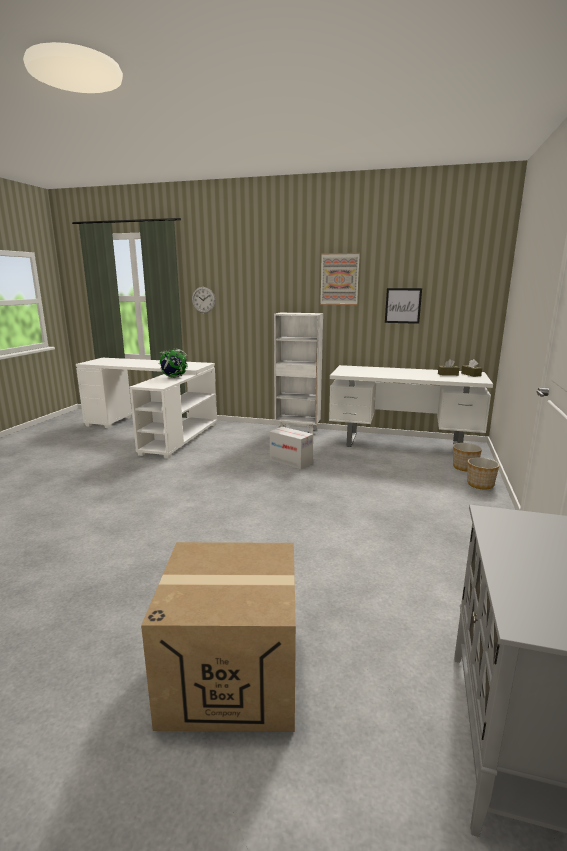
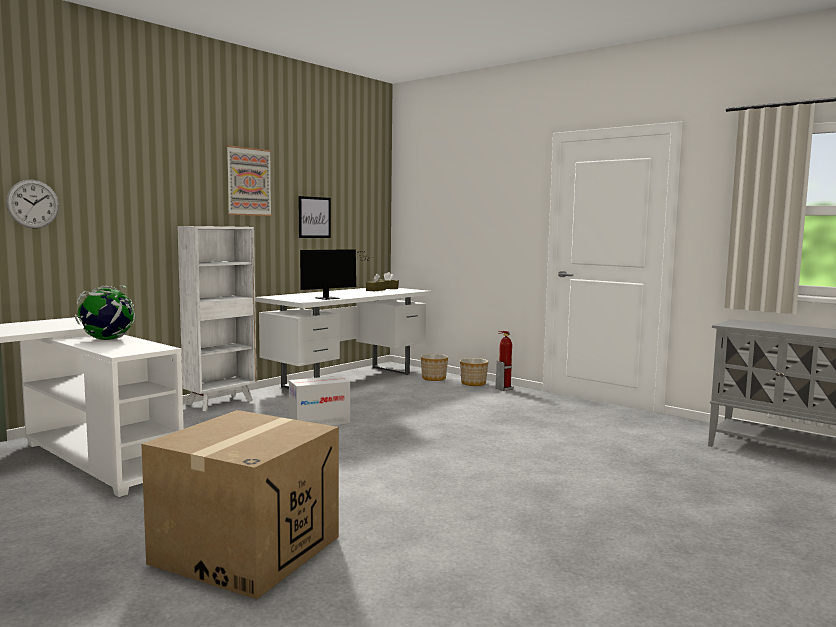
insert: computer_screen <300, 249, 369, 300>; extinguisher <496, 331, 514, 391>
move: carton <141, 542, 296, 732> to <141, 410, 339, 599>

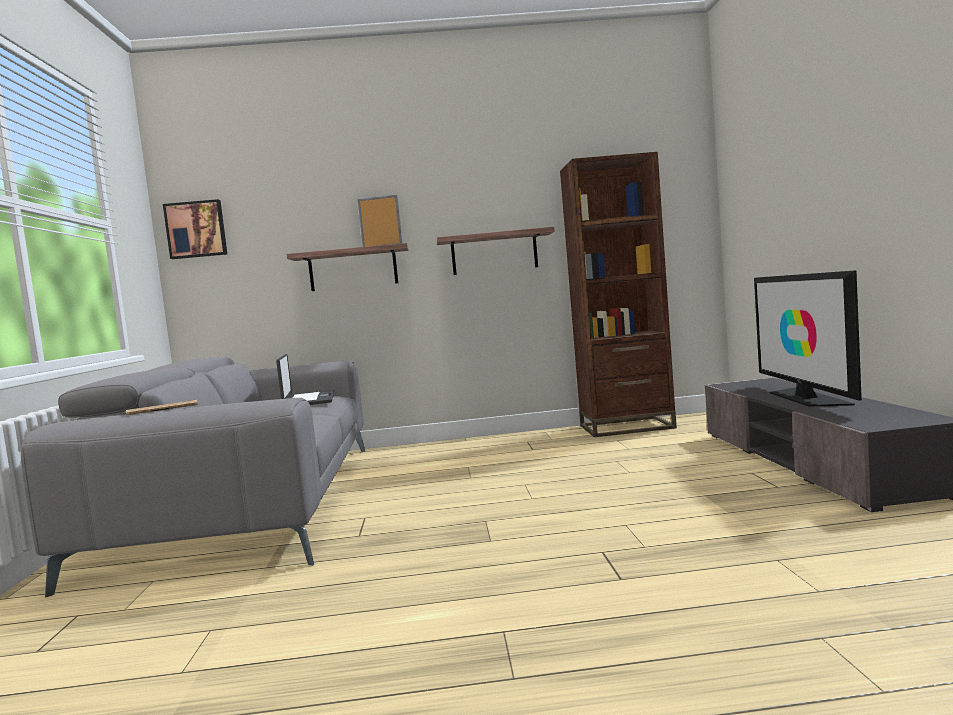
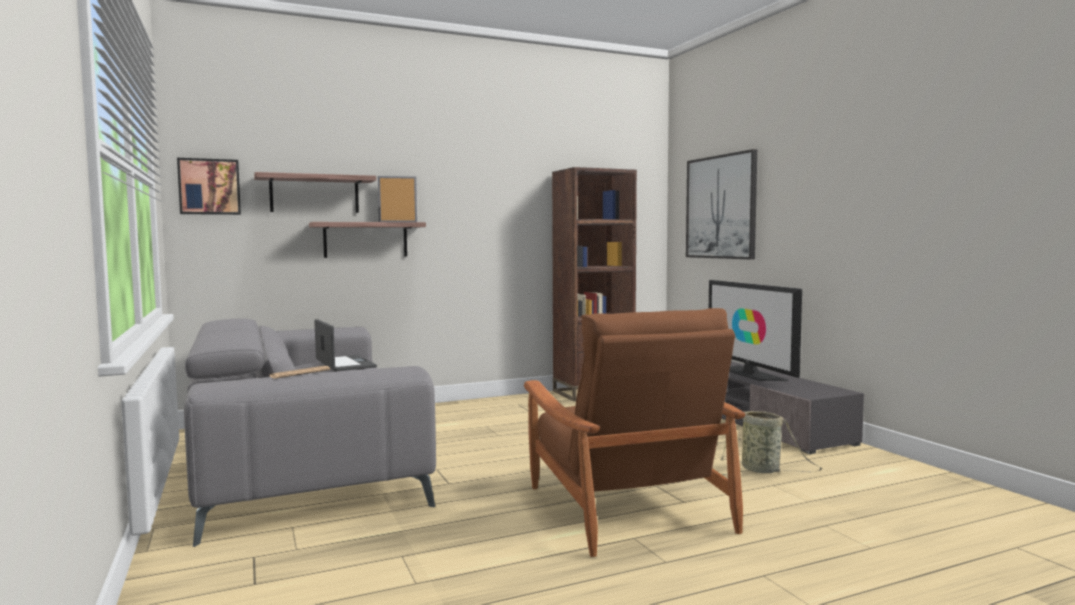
insert: picture <686, 149, 757, 260>; brown-coloured_lounge_chair <524, 308, 745, 557>; basket <720, 411, 822, 473>
move: wall_shelf <437, 227, 555, 275> to <254, 172, 376, 213>

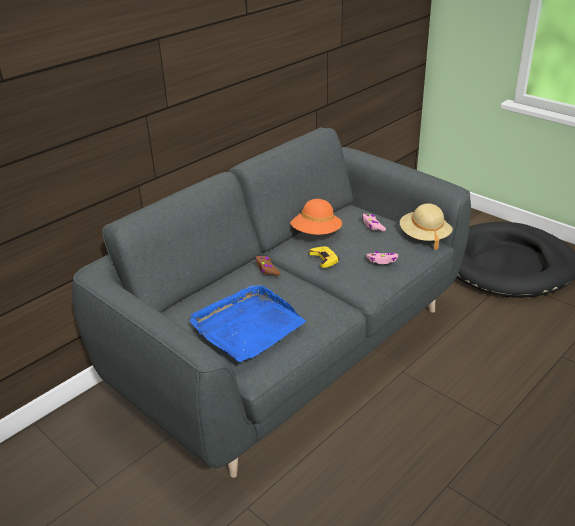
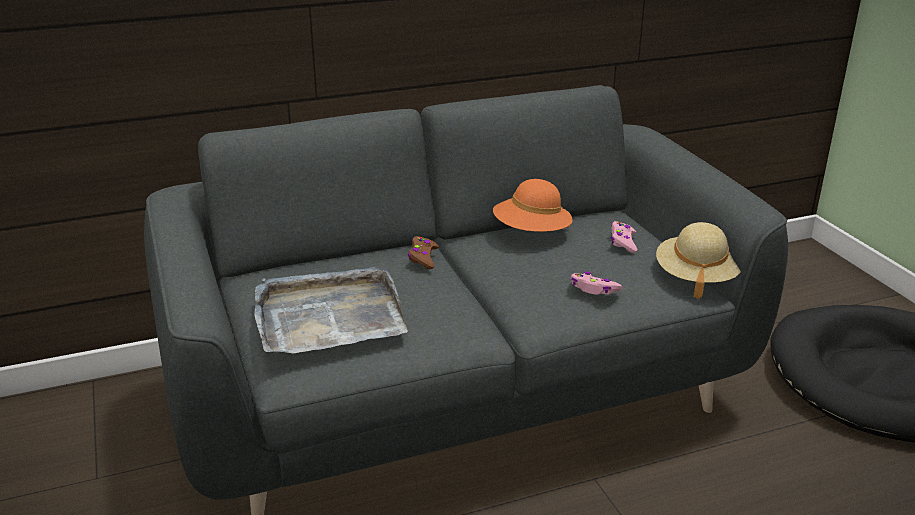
delete: yellowish_game_controller <309, 246, 339, 268>
recolor: blue_serving_tray <190, 285, 306, 362> to grey_serving_tray <254, 267, 408, 354>

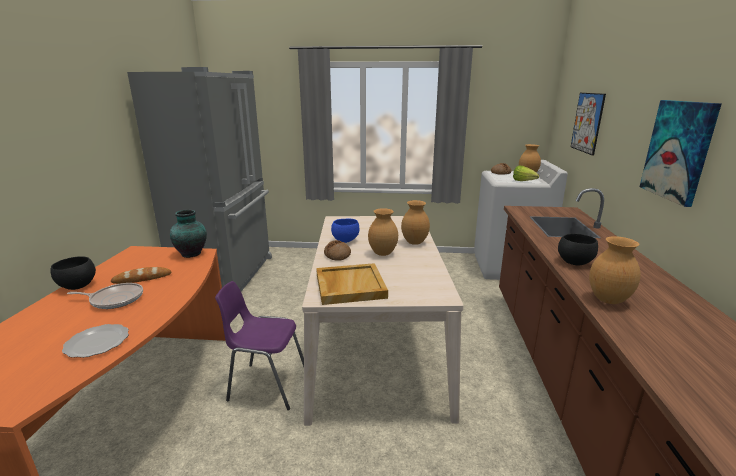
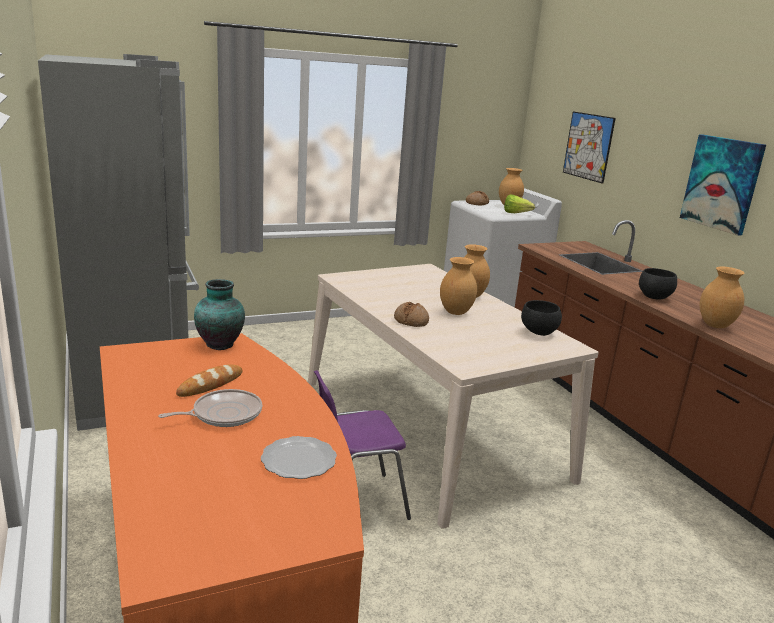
delete: blue_bowl <331, 219, 359, 243>; sand-coloured_serving_tray <316, 263, 388, 305>
move: black_bowl <50, 256, 96, 290> to <521, 300, 562, 336>

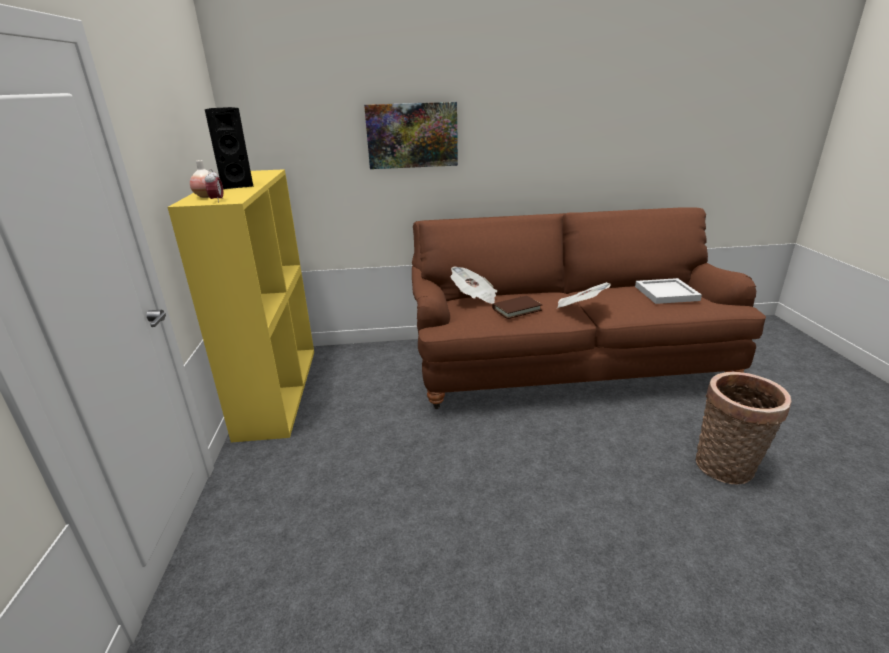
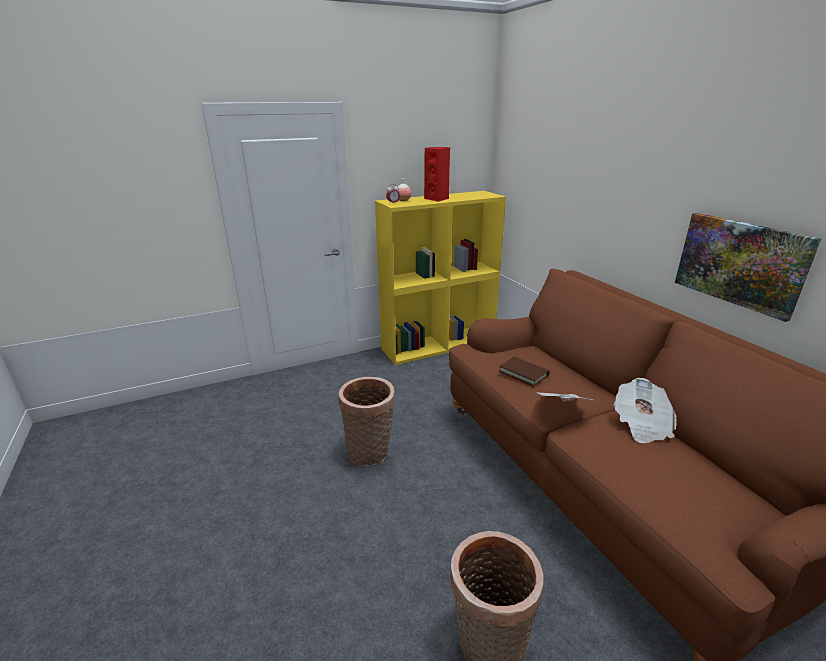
delete: white-coloured_serving_tray <635, 278, 702, 304>
insert: basket <338, 377, 395, 466>
move: picture <364, 102, 458, 169> to <675, 213, 822, 322>; daily_paper <451, 266, 497, 304> to <613, 378, 677, 443>
recolor: black_speaker <205, 107, 254, 189> to red-coloured_speaker <424, 147, 450, 202>

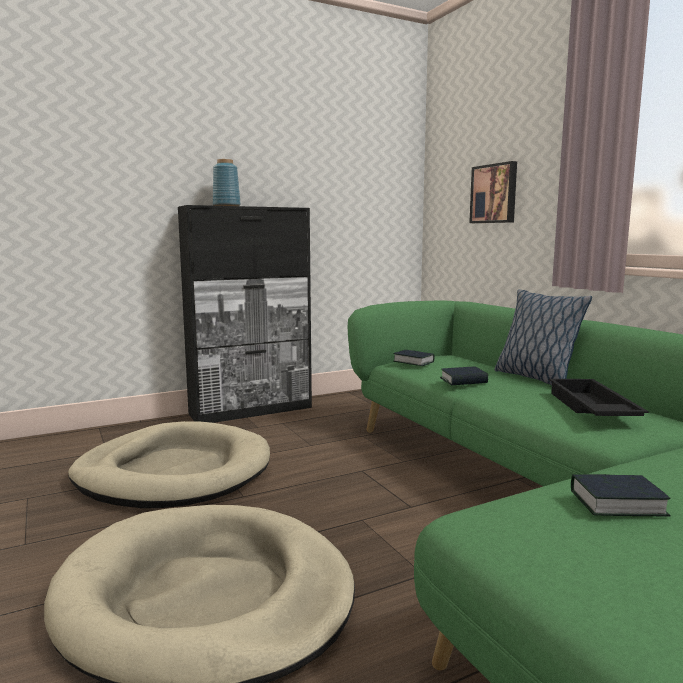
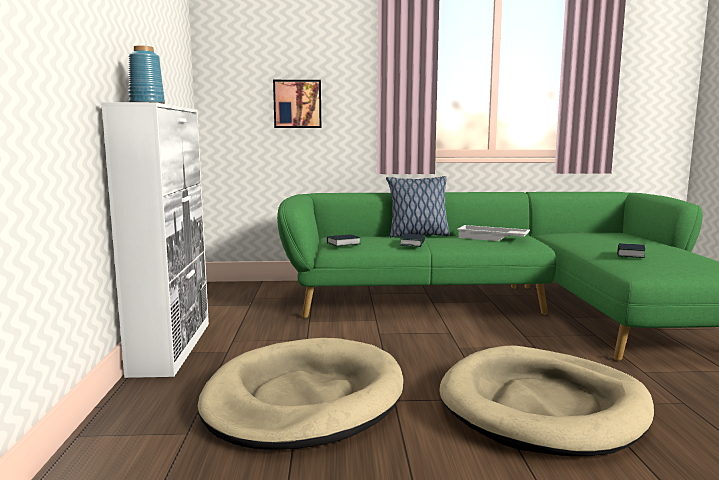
recolor: black_storage_cabinet <178, 205, 312, 423> to white-coloured_storage_cabinet <101, 102, 209, 378>; black_serving_tray <549, 379, 649, 416> to white-coloured_serving_tray <457, 225, 530, 241>

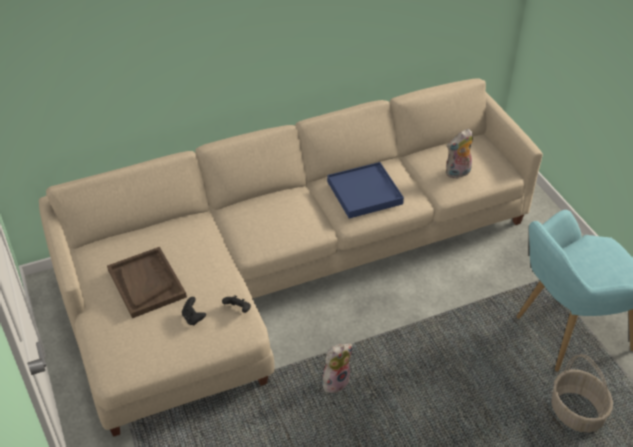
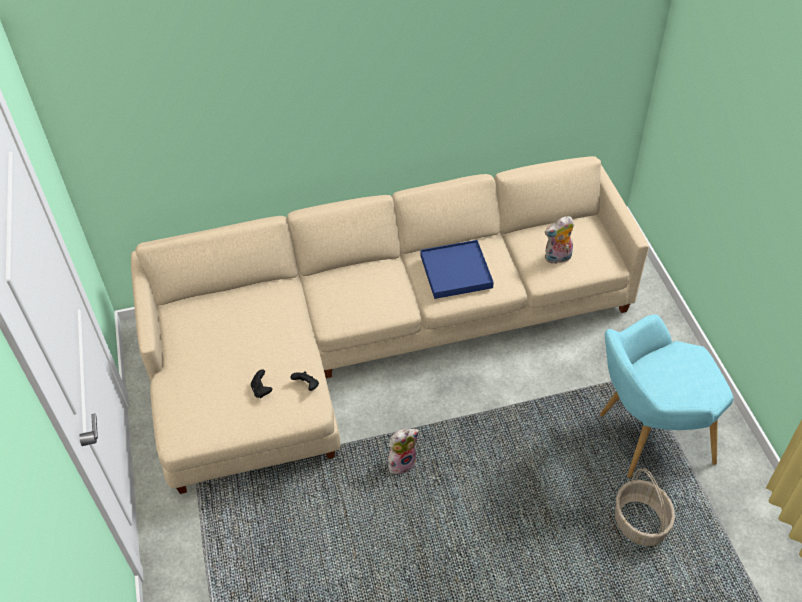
delete: brown-coloured_serving_tray <107, 247, 187, 318>

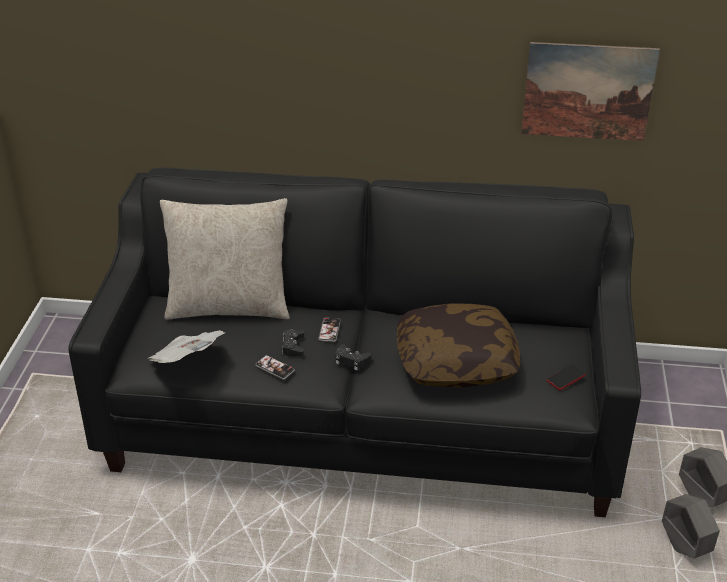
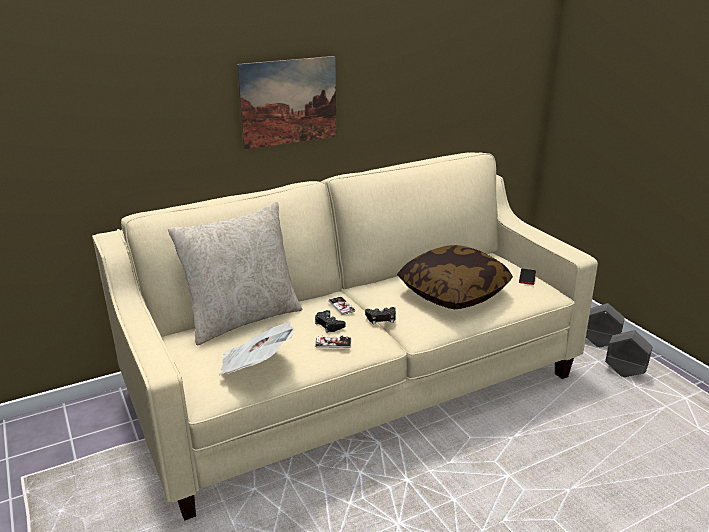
move: picture <521, 42, 660, 141> to <237, 56, 336, 150>
recolor: black_settee <68, 167, 641, 517> to sand-coloured_settee <92, 152, 598, 521>

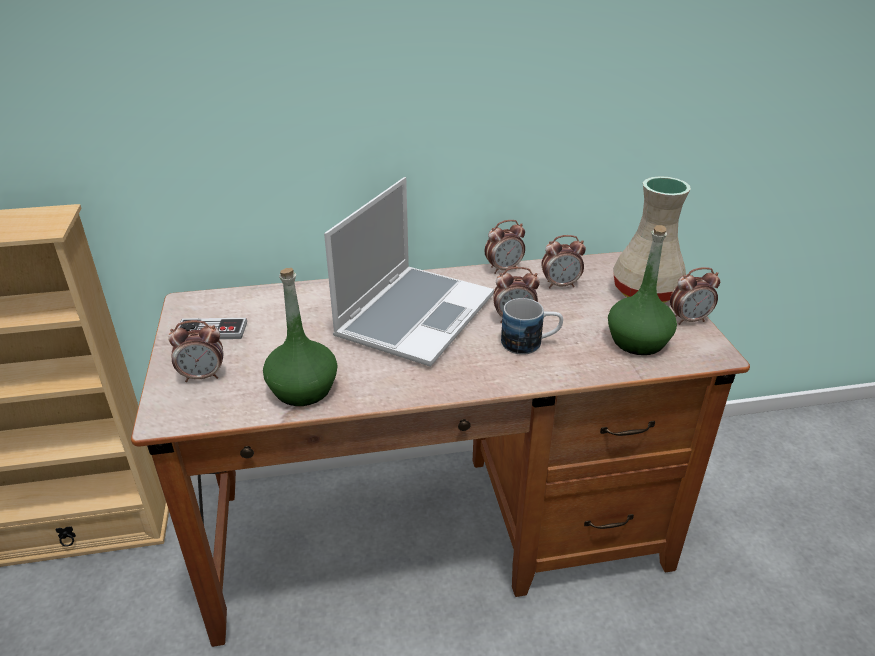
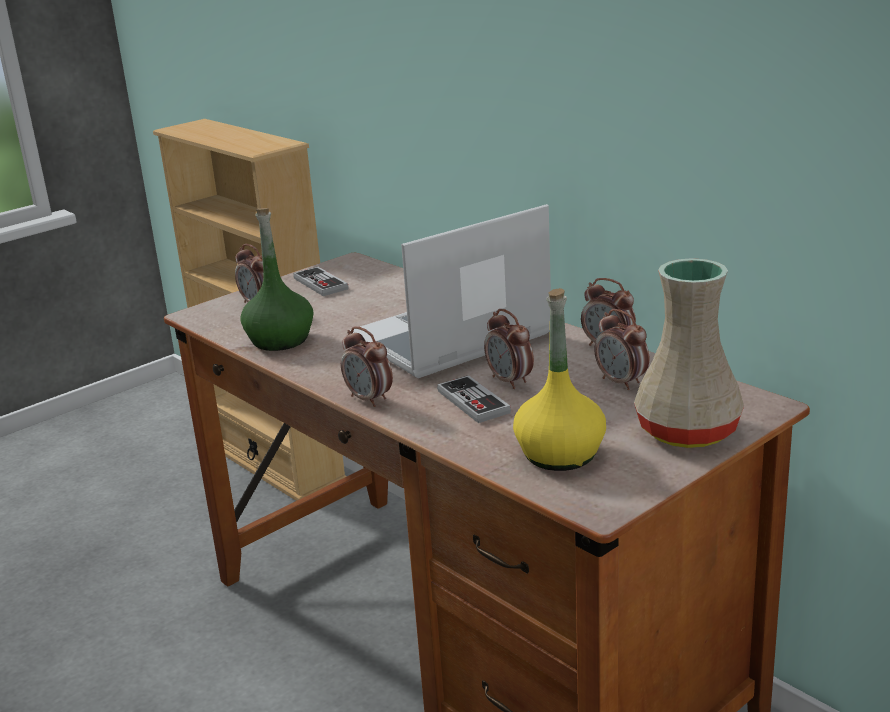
move: table_clock <670, 267, 720, 325> to <341, 326, 393, 407>
replace: coffee_mug <501, 298, 563, 355> to game_controller <437, 375, 511, 423>
recolor: green-coloured_bottle <608, 225, 677, 355> to yellowish_bottle <513, 288, 606, 471>
rotate: notebook_computer <324, 177, 494, 367> = <350, 204, 551, 378> 150 degrees clockwise

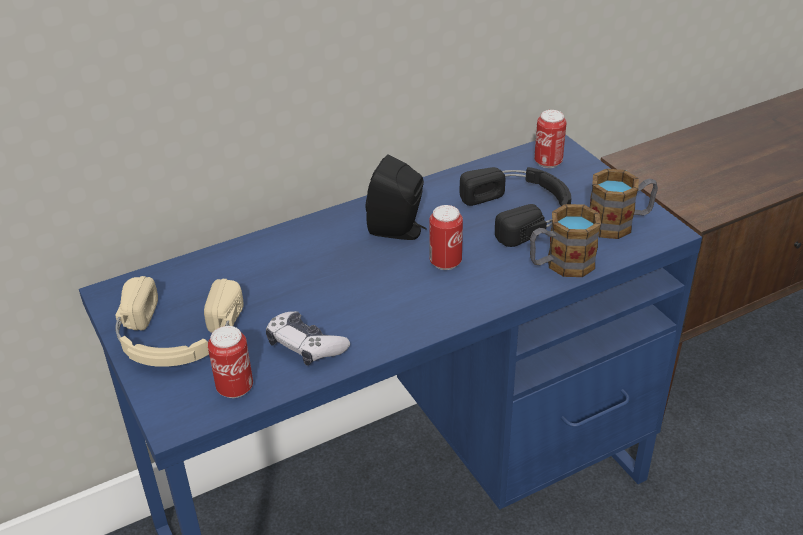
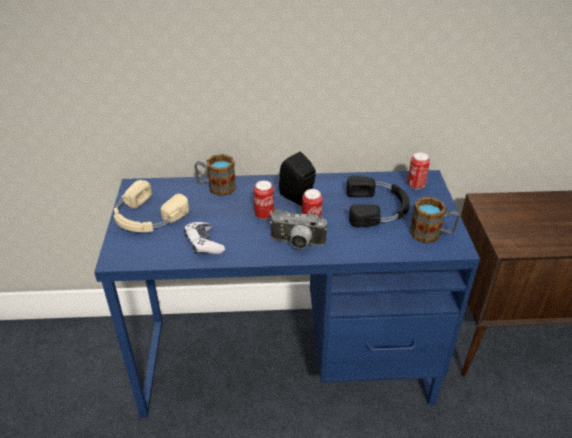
insert: still_camera <270, 209, 327, 249>
move: coffee_mug <530, 204, 601, 277> to <194, 154, 236, 196>; sealed_can <208, 326, 253, 398> to <254, 180, 274, 220>

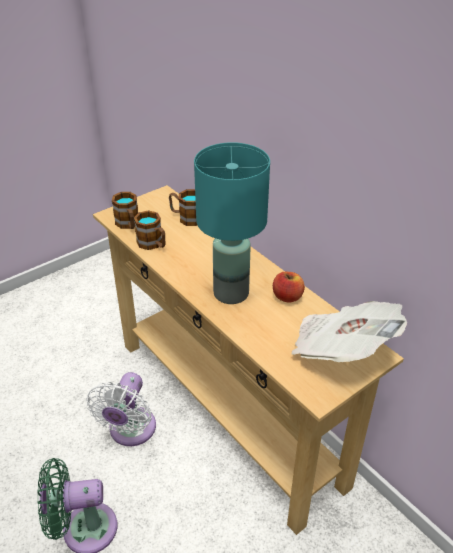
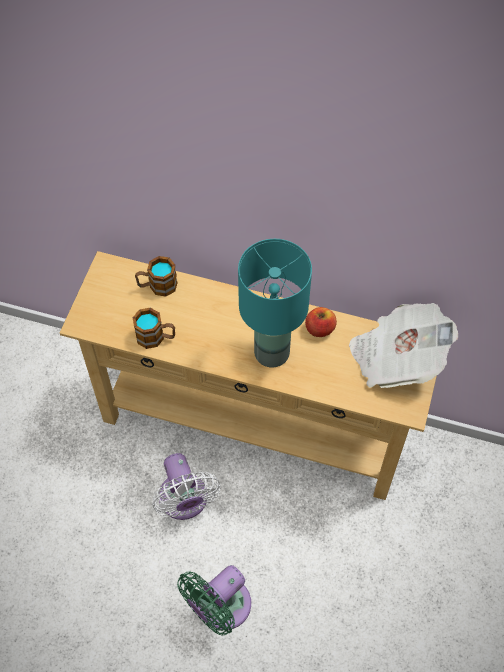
delete: coffee_mug <112, 192, 138, 229>

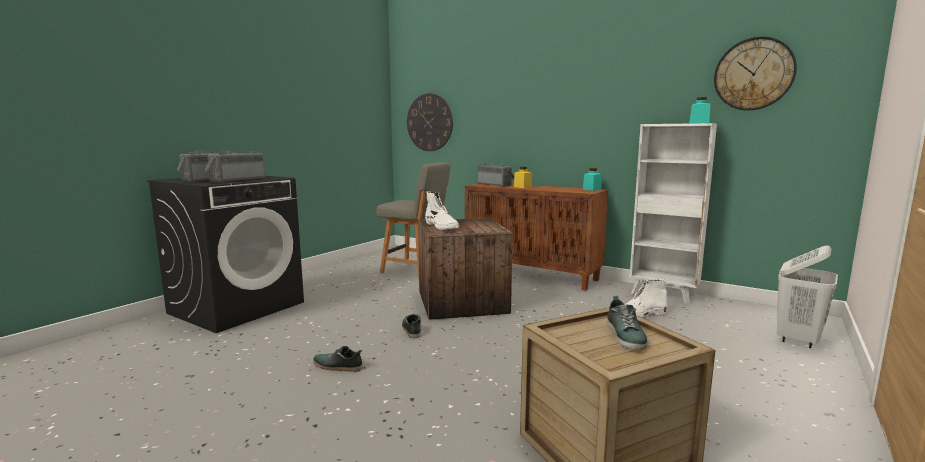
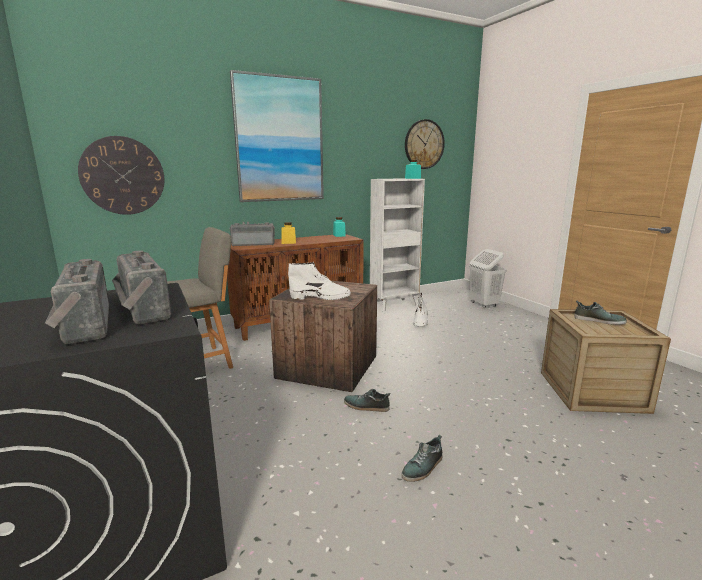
insert: picture <230, 70, 324, 202>

